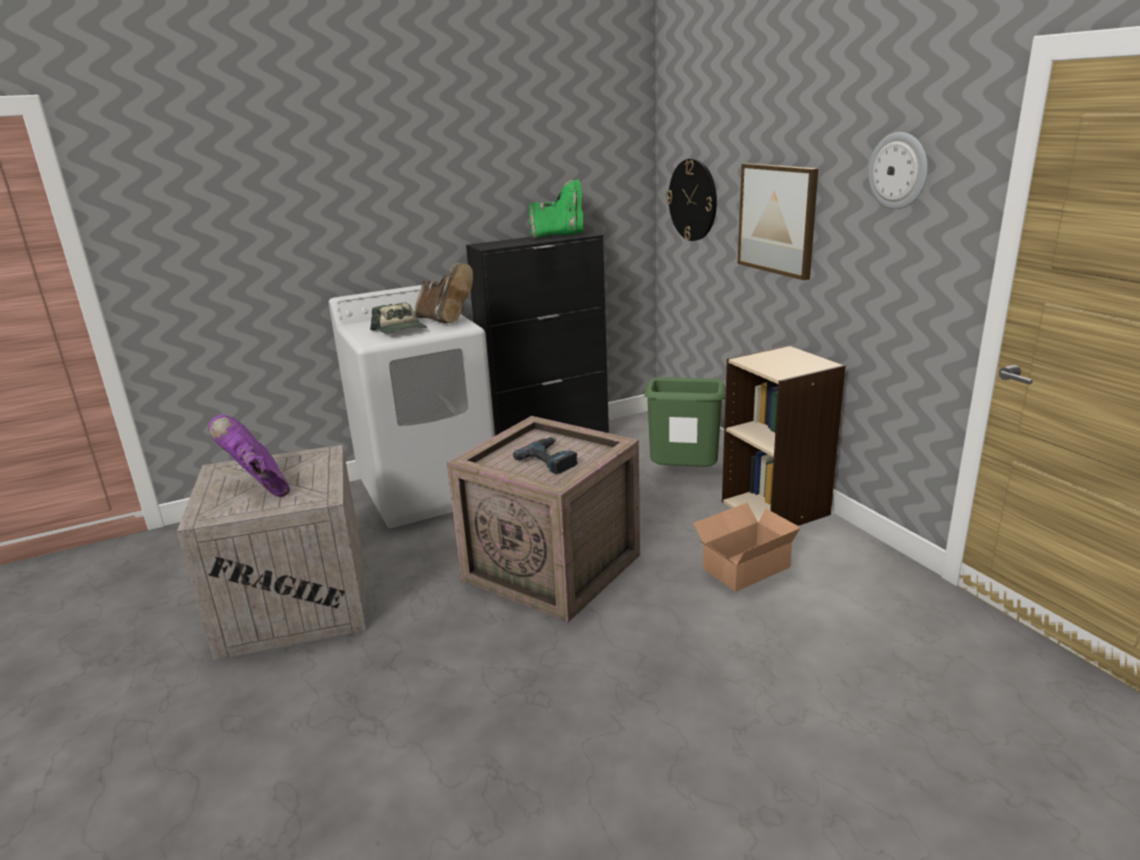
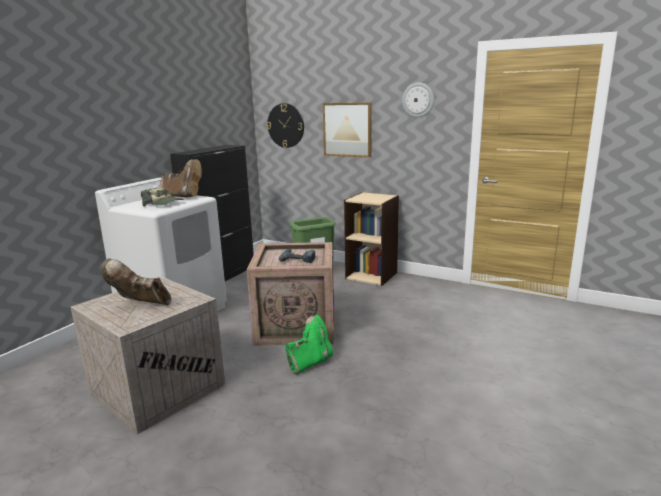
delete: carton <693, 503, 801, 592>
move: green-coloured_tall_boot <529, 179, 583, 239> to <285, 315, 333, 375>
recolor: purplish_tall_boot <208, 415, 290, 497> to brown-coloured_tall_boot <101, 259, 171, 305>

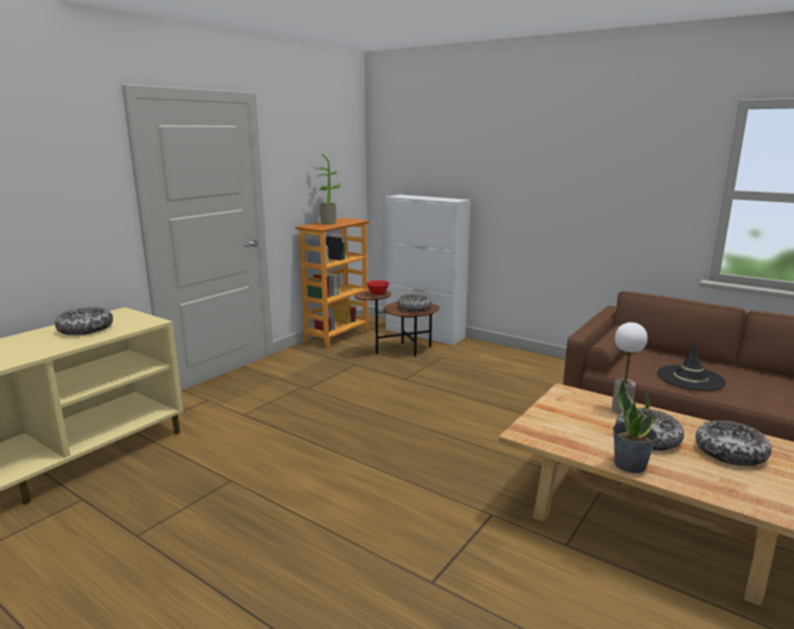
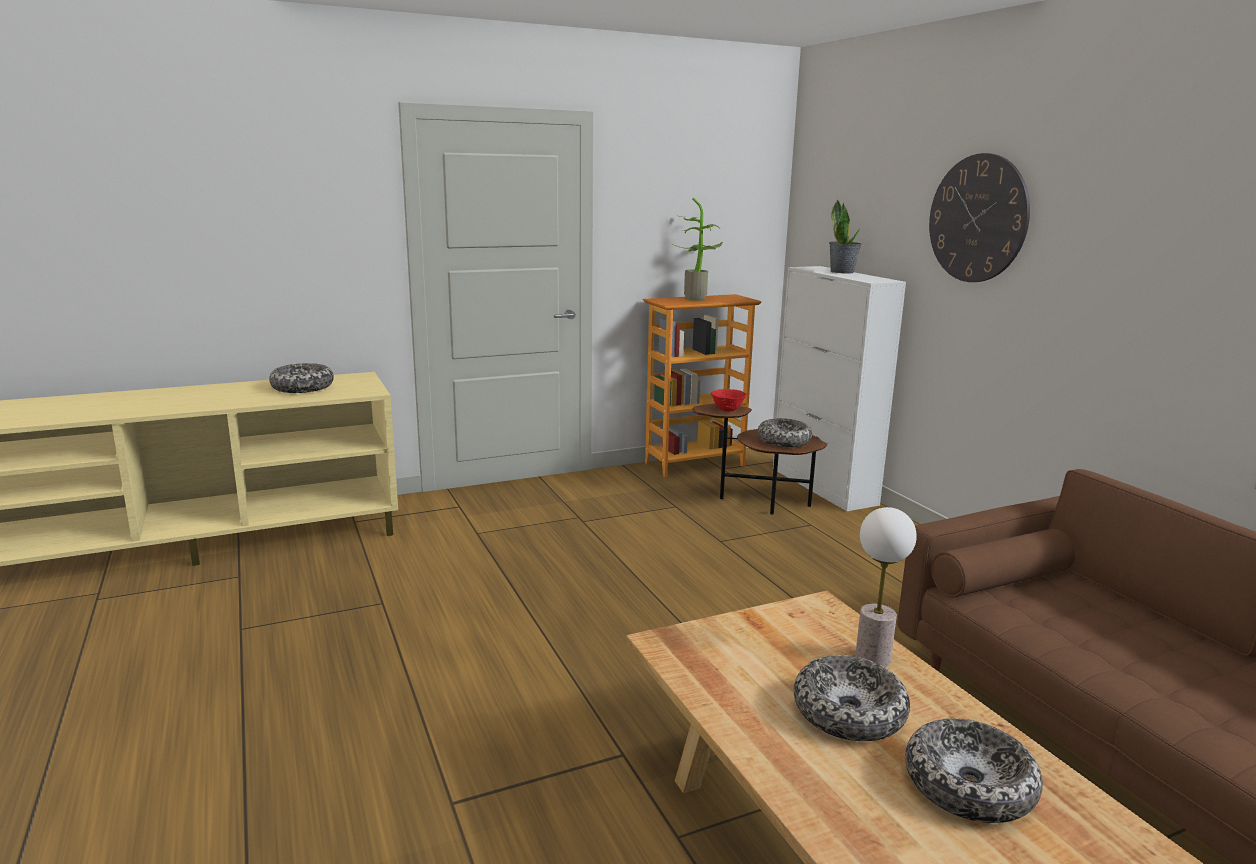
delete: black_wearable_hat <657, 343, 726, 391>
insert: clock_on_the_wall <929, 153, 1030, 282>
move: houseplant <613, 380, 657, 473> to <829, 199, 862, 274>

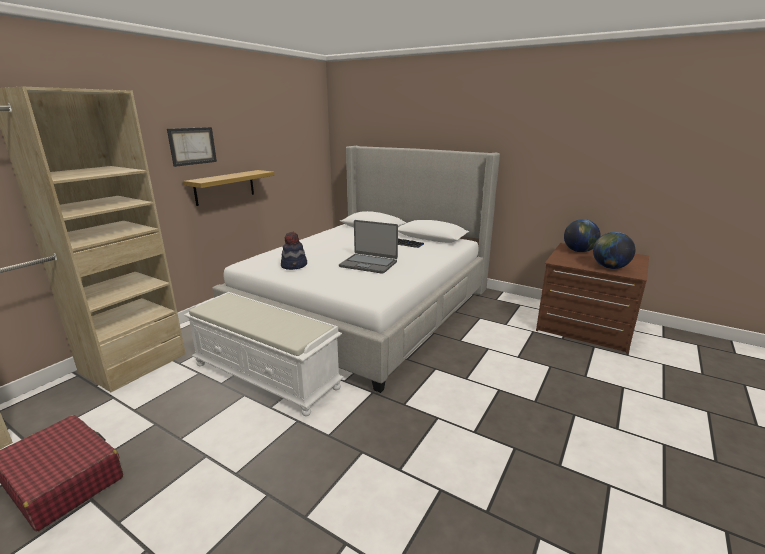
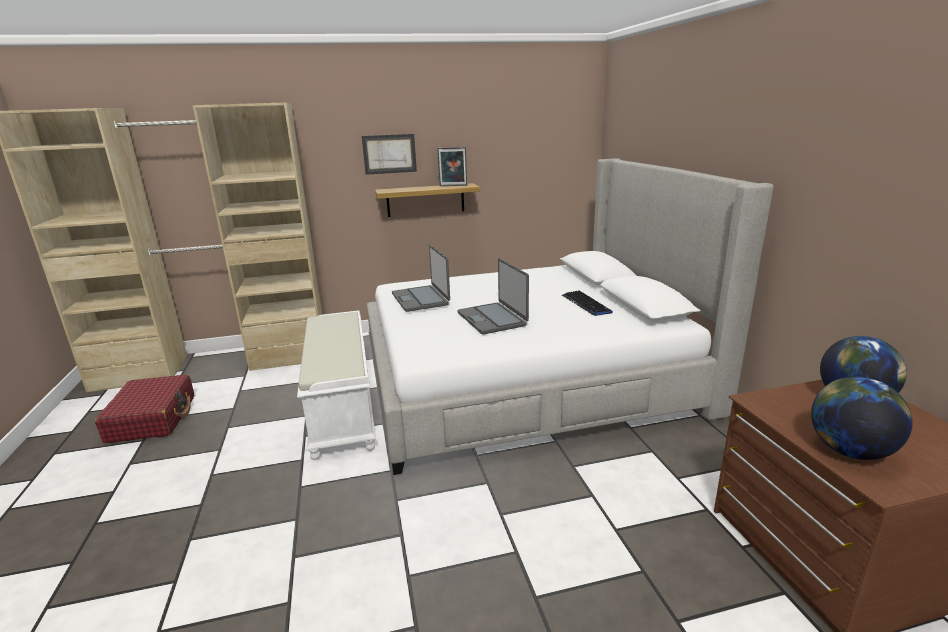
insert: standing_frame <437, 147, 467, 186>
replace: wearable_hat <281, 232, 307, 270> to notebook_computer <392, 245, 450, 312>

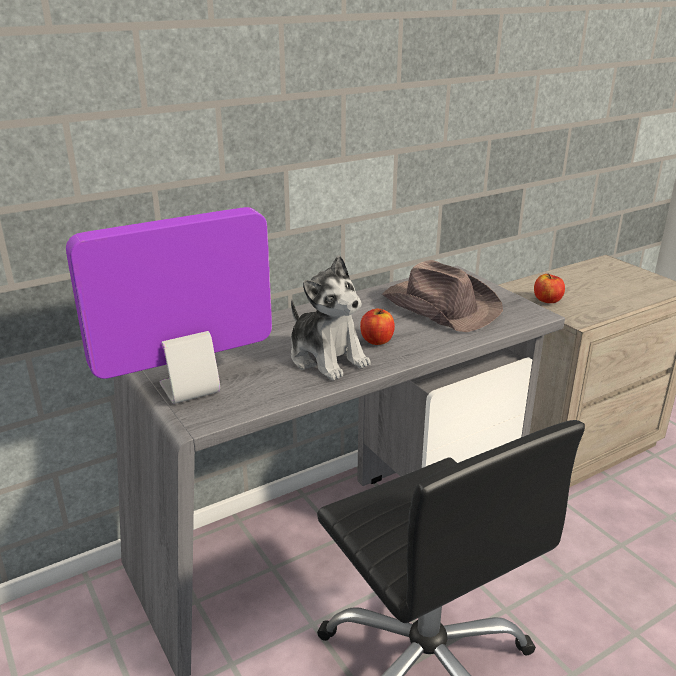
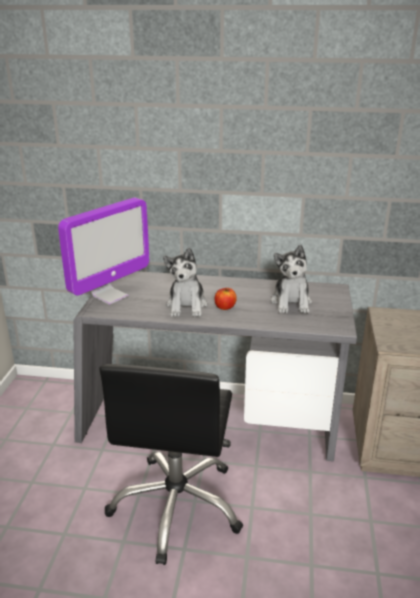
delete: apple_fruit <534, 273, 565, 303>
replace: brown-coloured_wearable_hat <382, 260, 503, 332> to cuddly_toy <271, 245, 312, 313>
rotate: computer_screen <66, 207, 272, 404> = <58, 198, 149, 305> 120 degrees clockwise

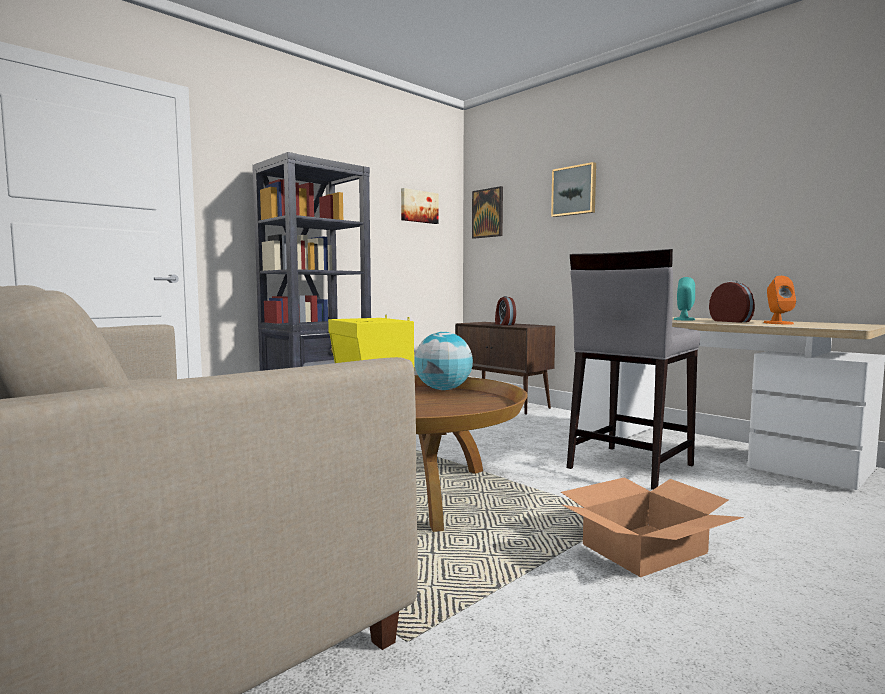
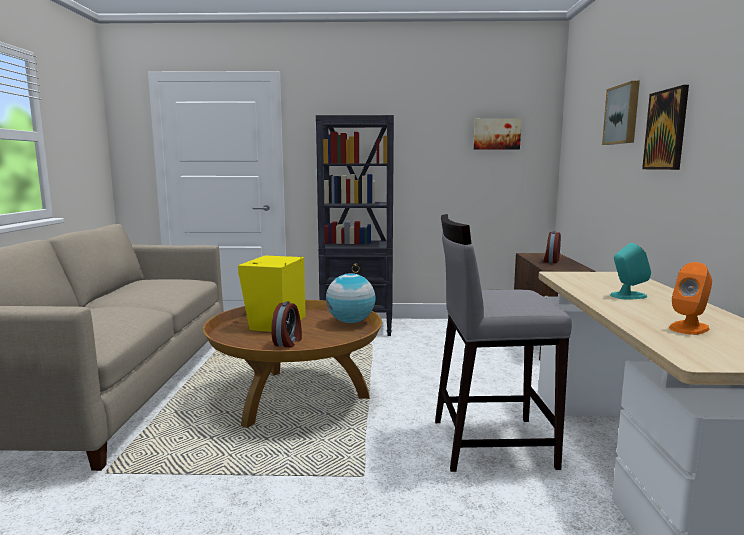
delete: carton <561, 477, 744, 577>
move: picture <472, 186, 503, 239> to <642, 85, 689, 170>; table_clock <709, 281, 755, 322> to <271, 301, 302, 348>

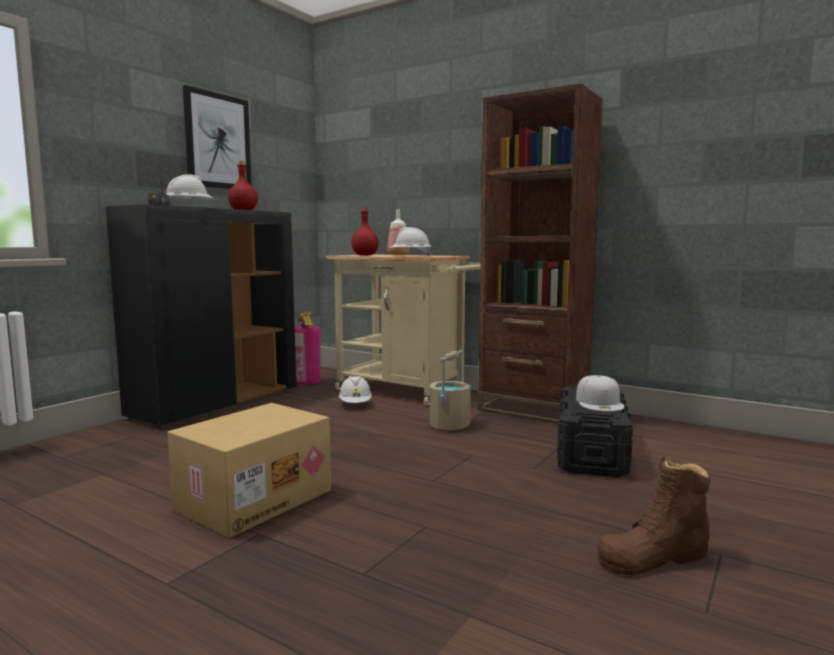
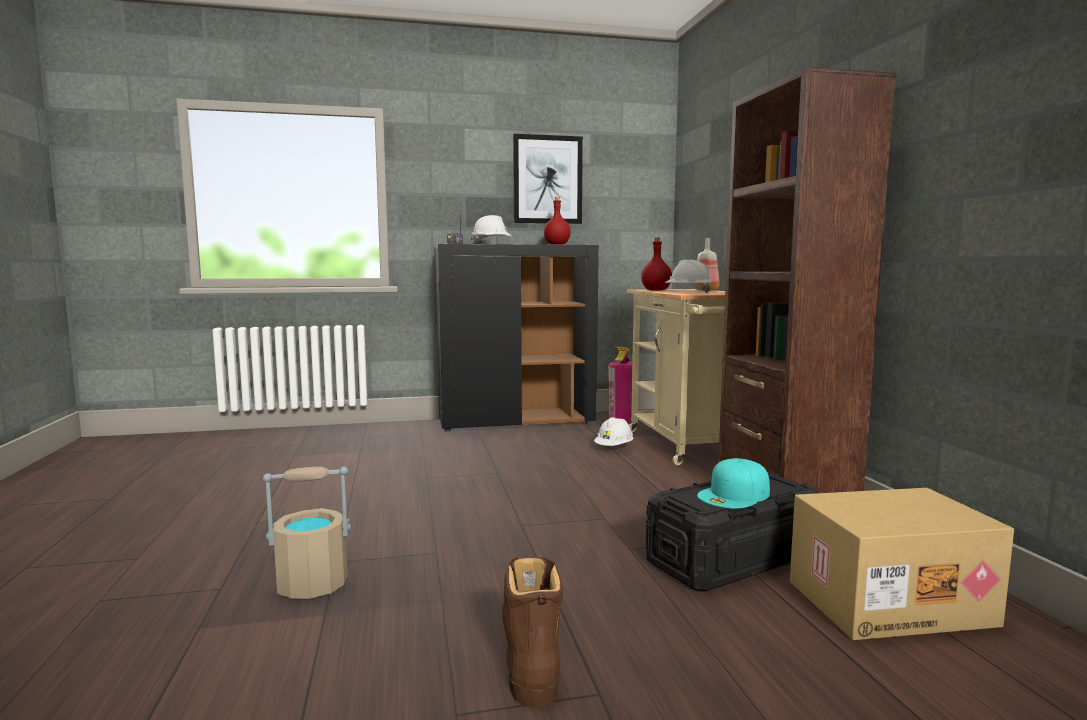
move: sand-coloured_pail <430, 350, 471, 430> to <263, 467, 351, 599>; carton <167, 403, 331, 538> to <790, 488, 1014, 640>
recolor: white-coloured_baseball_cap <576, 375, 625, 411> to blue-green_baseball_cap <697, 458, 770, 509>
rotate: brown-coloured_tall_boot <597, 457, 710, 575> = <502, 557, 563, 708> 60 degrees clockwise

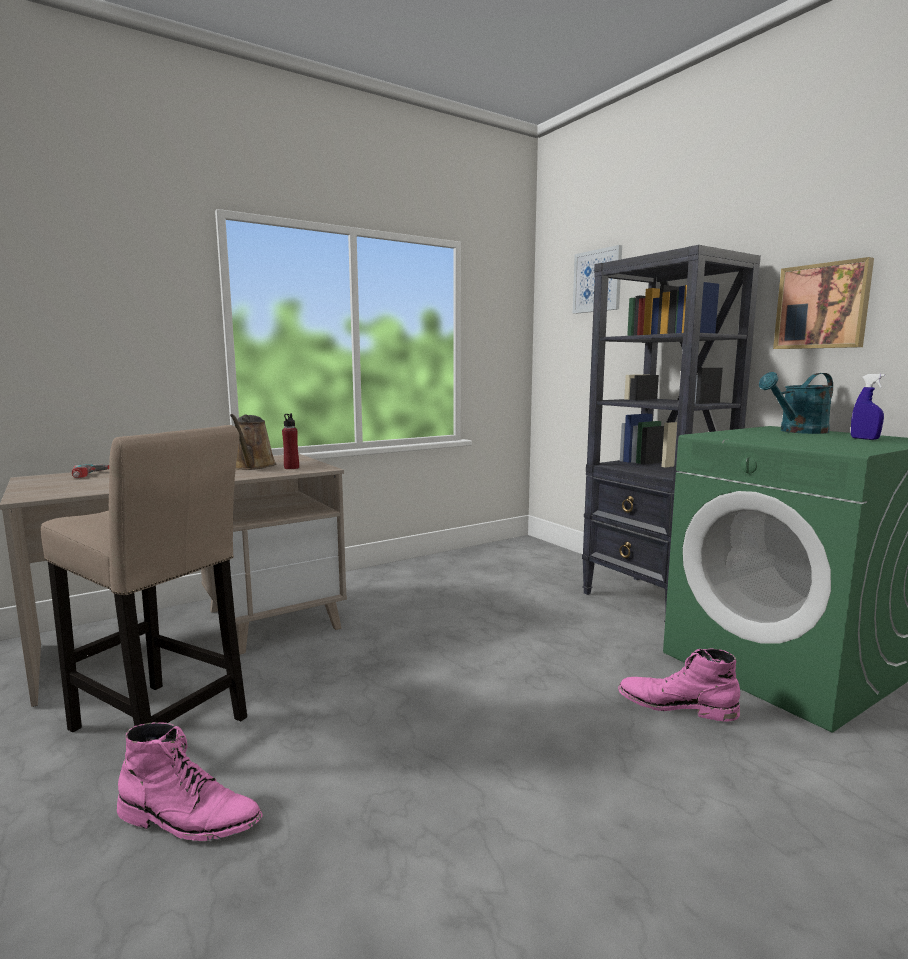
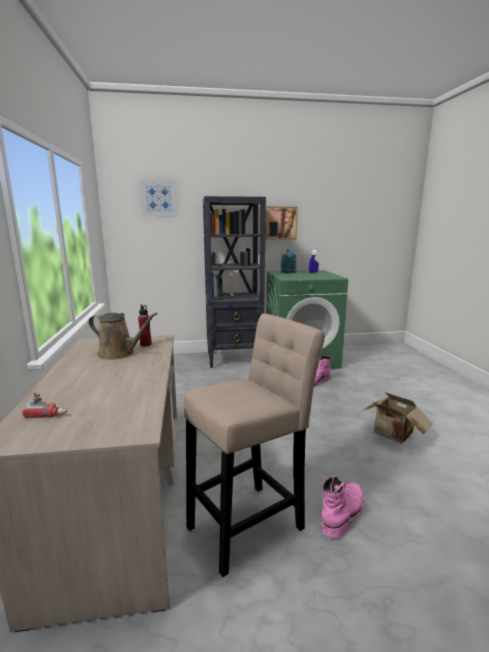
insert: carton <361, 392, 433, 444>

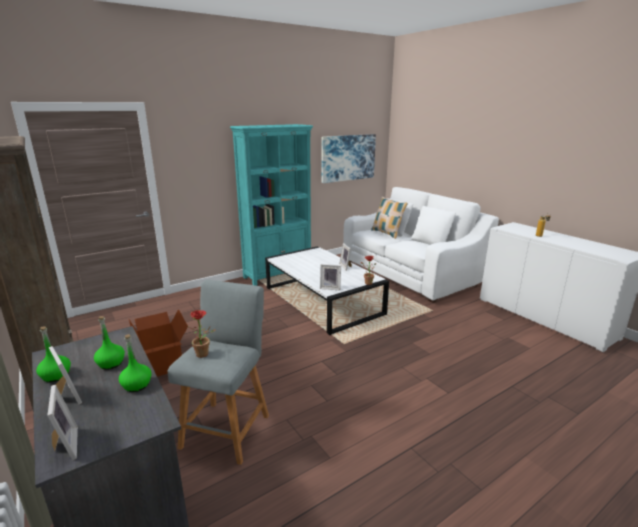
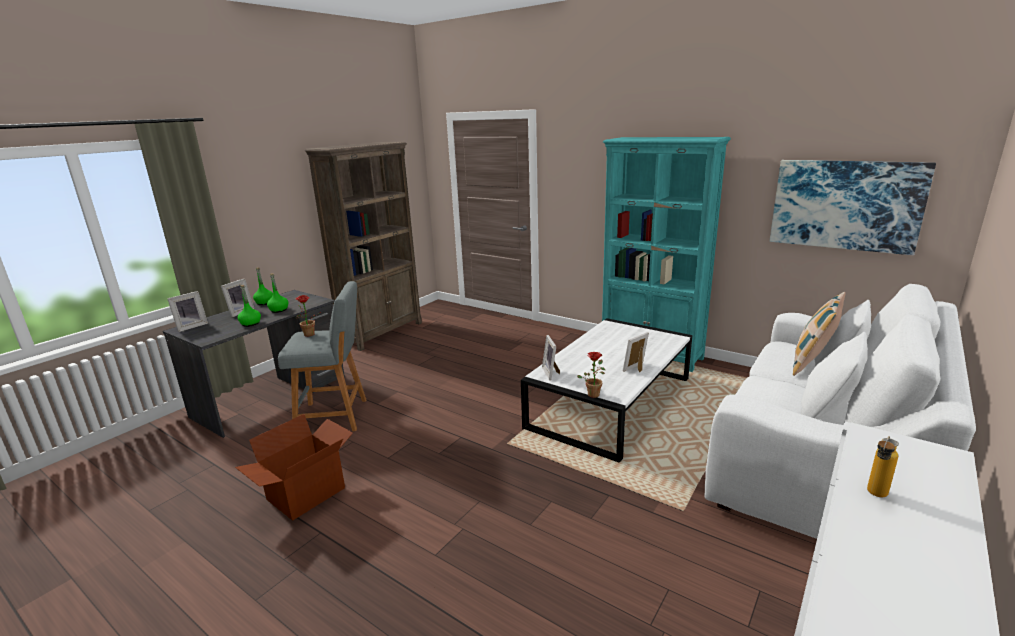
move: carton <129, 309, 188, 377> to <235, 414, 353, 520>

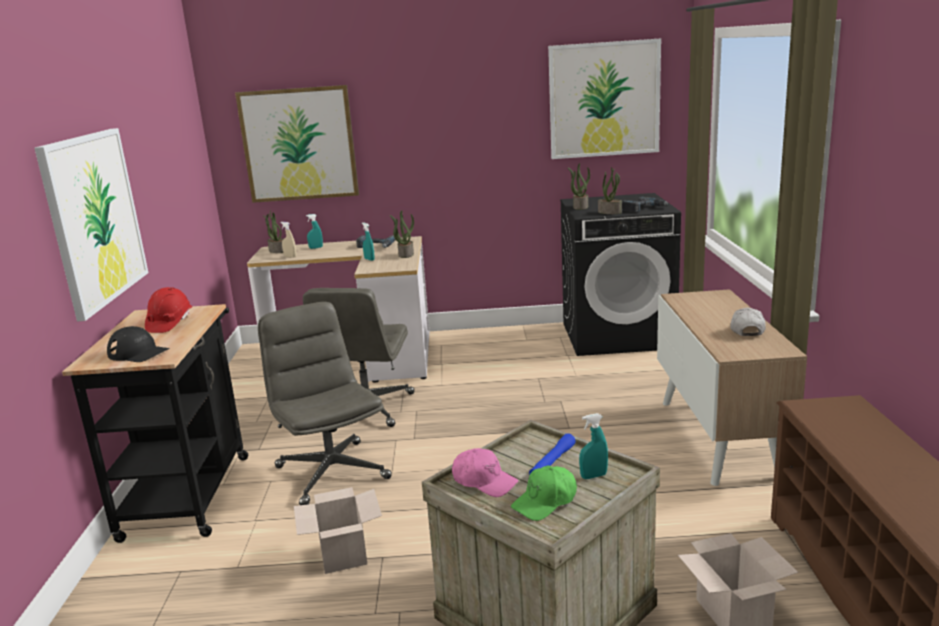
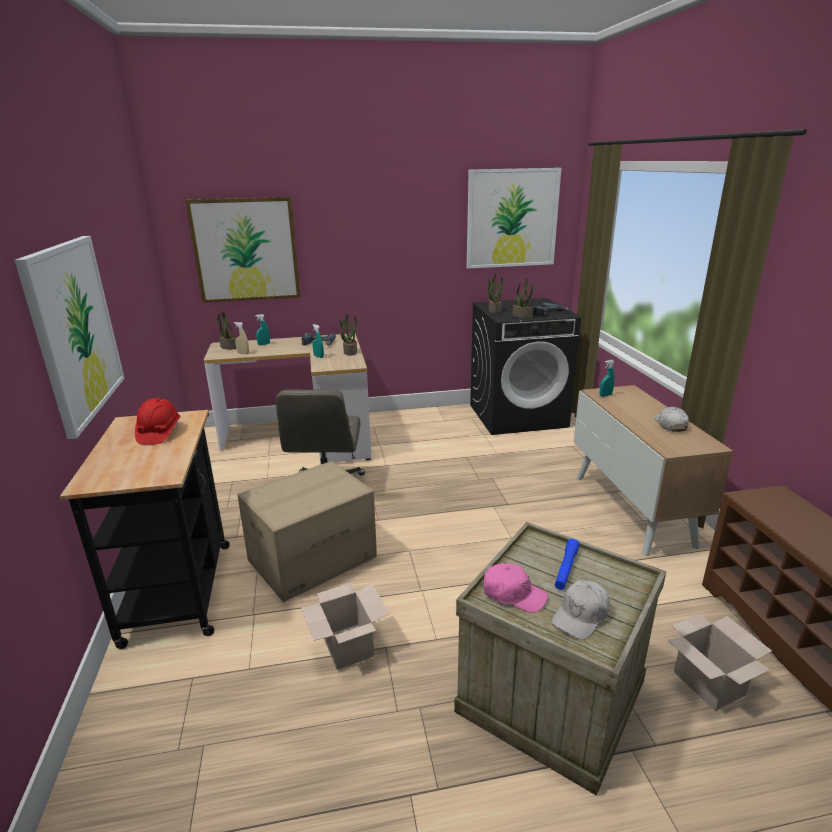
delete: black_baseball_cap <107, 326, 170, 362>
move: blue-green_spray_bottle <579, 413, 608, 479> to <600, 360, 615, 397>
replace: grey_office_chair <258, 302, 392, 505> to carton <238, 461, 377, 602>
recolor: green-coloured_baseball_cap <511, 466, 577, 521> to white-coloured_baseball_cap <552, 580, 610, 640>

